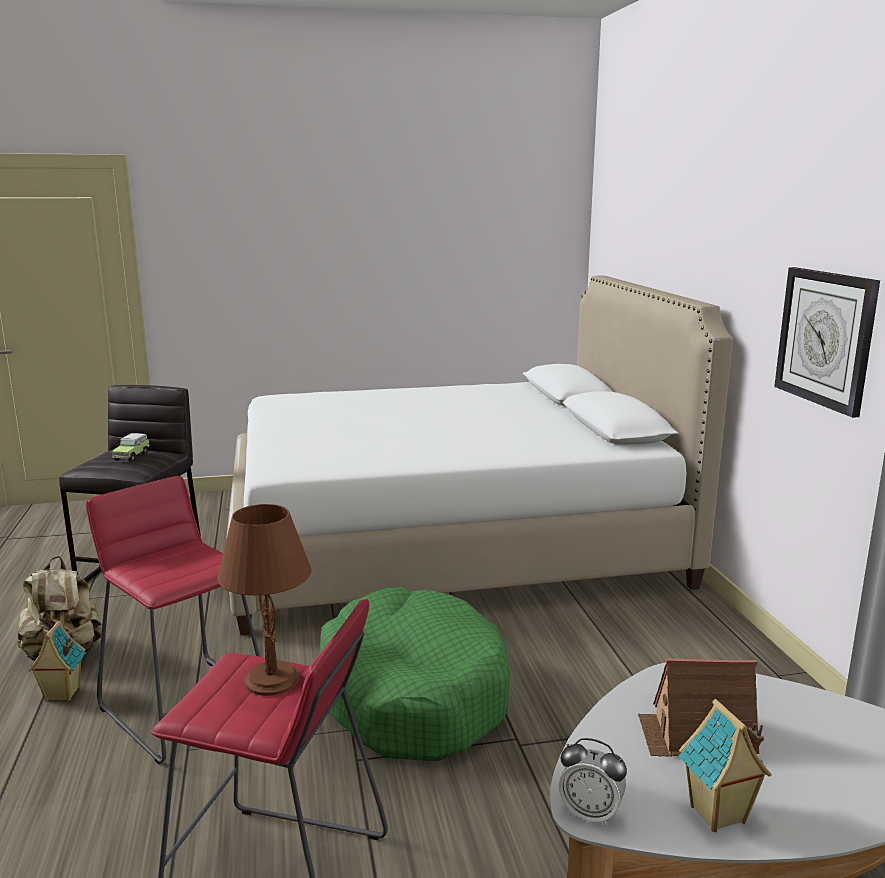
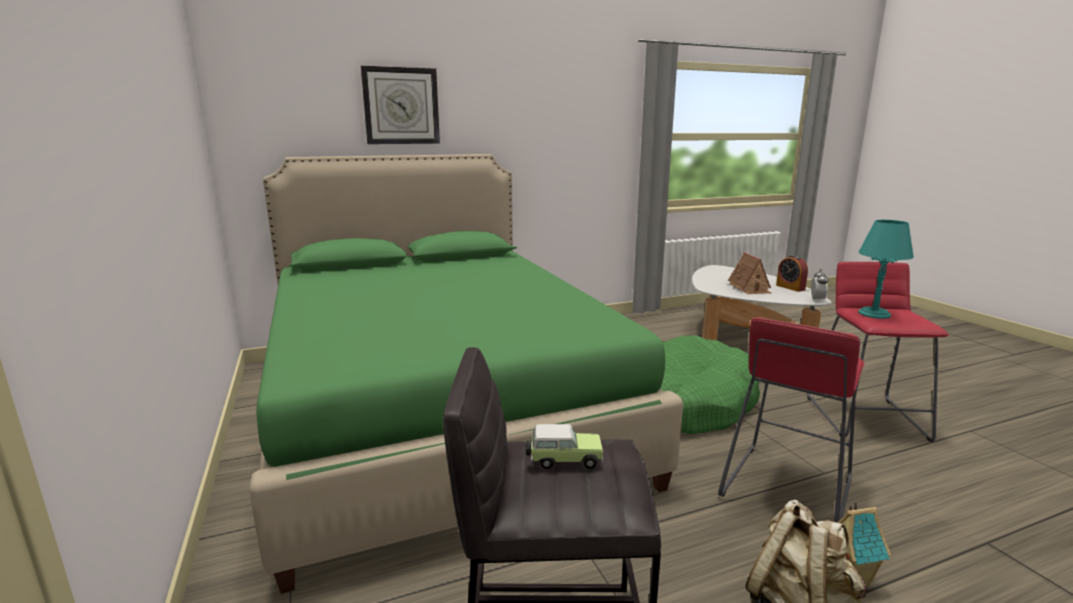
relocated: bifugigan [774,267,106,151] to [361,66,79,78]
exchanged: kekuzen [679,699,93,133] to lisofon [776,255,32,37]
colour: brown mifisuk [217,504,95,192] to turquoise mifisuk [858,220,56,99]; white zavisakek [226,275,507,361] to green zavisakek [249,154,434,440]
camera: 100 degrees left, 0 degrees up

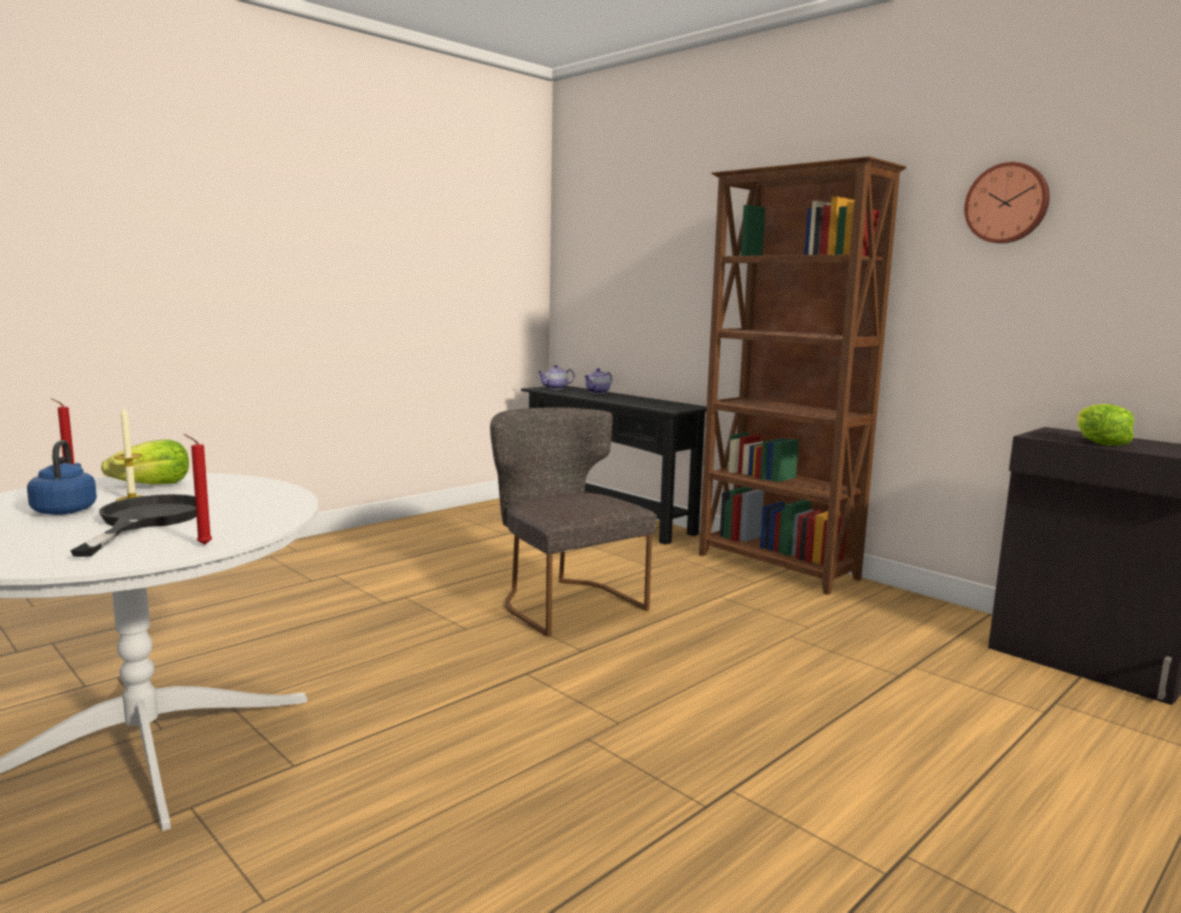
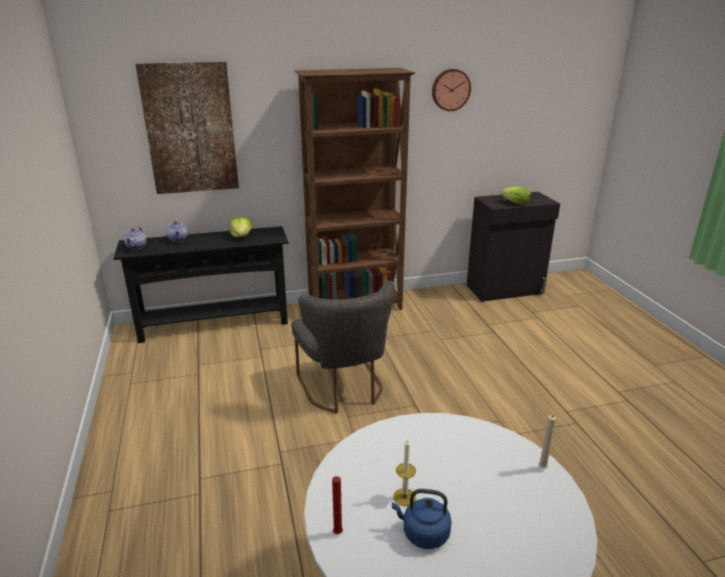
missing: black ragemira [70,494,127,63]
appeared: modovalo [136,62,103,132]
relocated: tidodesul [101,439,88,45] to [230,216,22,21]
colour: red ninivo [183,434,29,111] to beige ninivo [539,415,17,54]
spun: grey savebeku [490,407,167,230] = [291,280,104,134] 105 degrees counterclockwise
camera: 60 degrees left, 15 degrees up

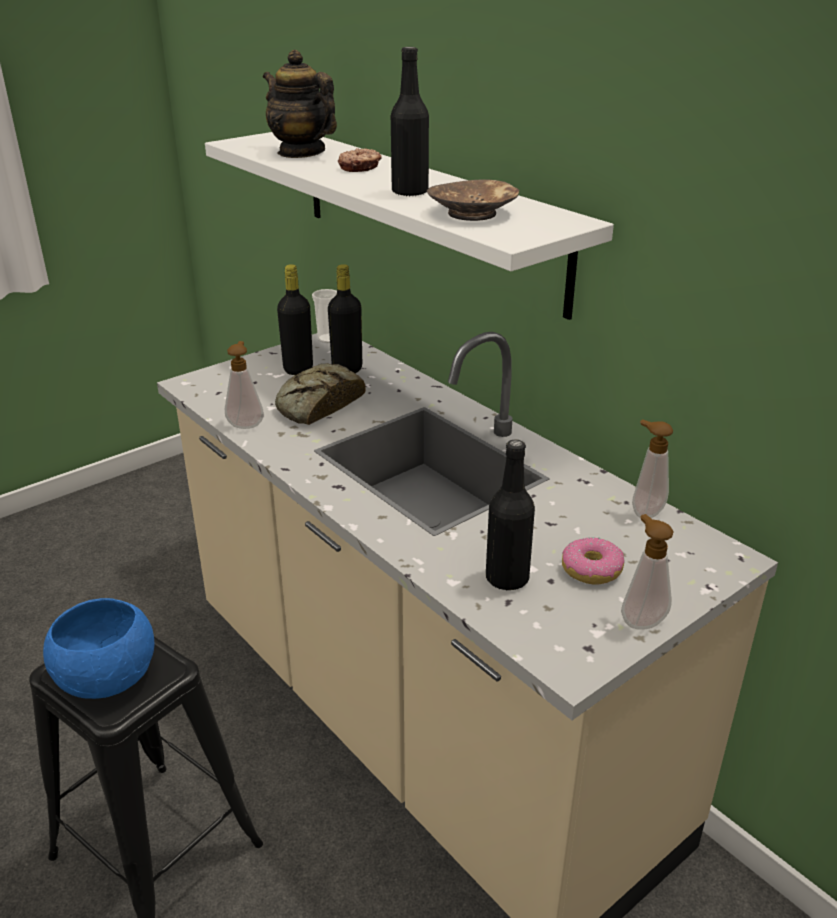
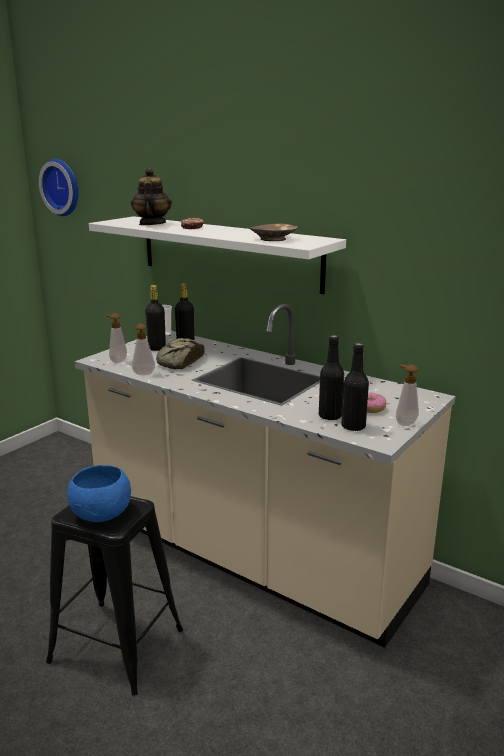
appeared: bifugigan [39,159,40,57]
relocated: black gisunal [391,47,38,150] to [341,343,28,89]; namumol [632,420,41,98] to [106,313,21,50]
spun: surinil [263,50,74,108] = [131,168,41,57] 60 degrees clockwise
camera: 15 degrees left, 10 degrees down

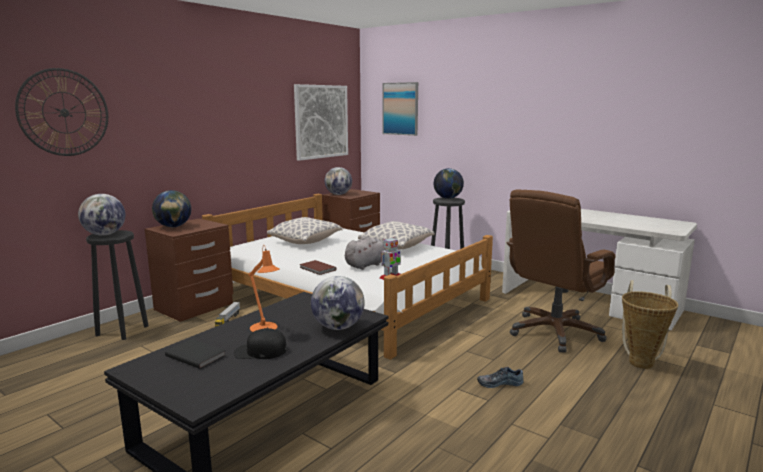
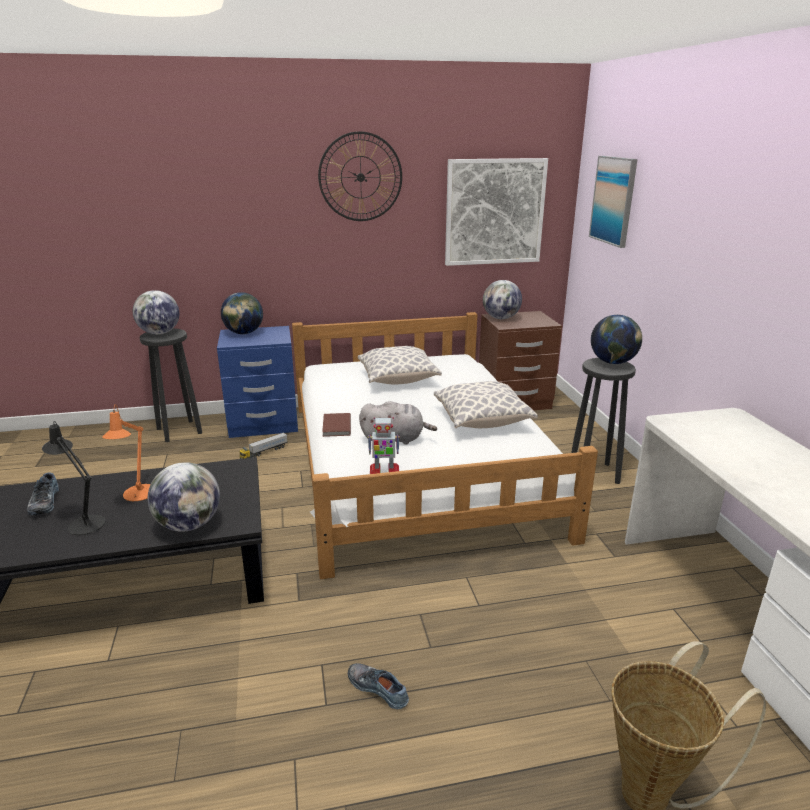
missing: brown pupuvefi [507,189,109,164]
relocated: bifugigan [15,68,93,88] to [318,131,84,90]
exchanged: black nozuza [165,339,61,30] to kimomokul [27,473,32,42]; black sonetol [233,328,54,31] to black mifisuk [42,421,63,114]
colour: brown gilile [145,218,88,104] to blue gilile [217,326,81,112]
camera: 40 degrees right, 10 degrees up

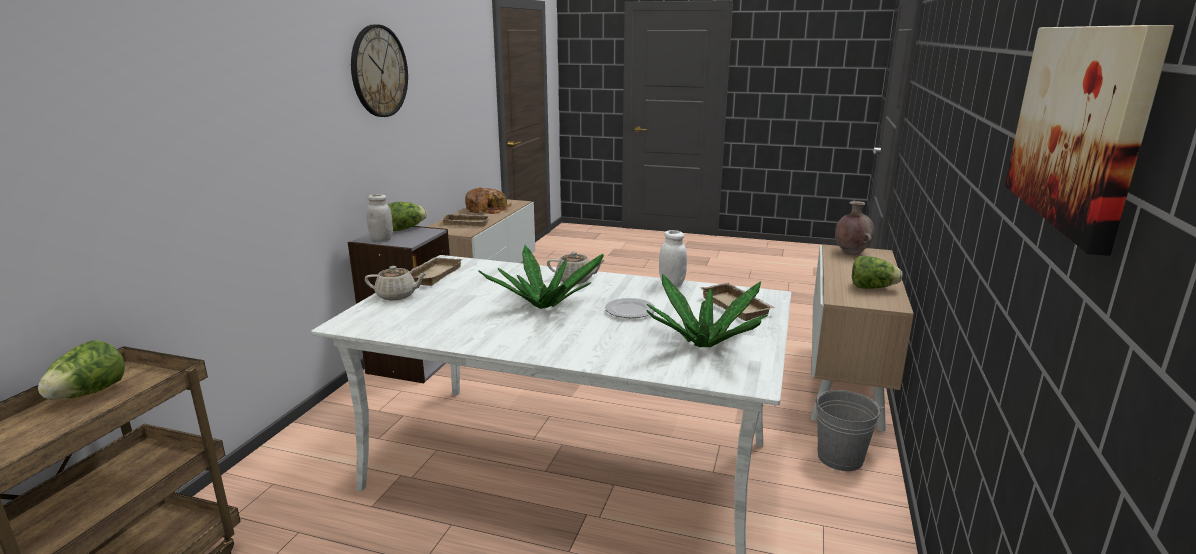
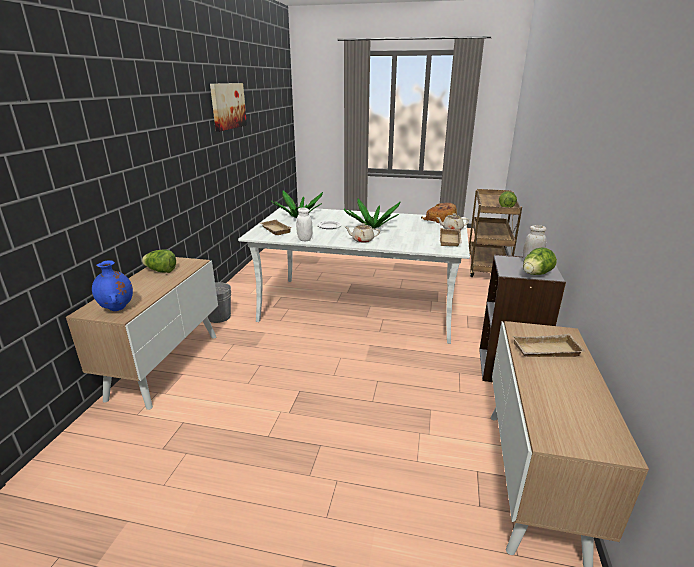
missing: bifugigan [351,24,57,93]
relocated: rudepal [465,188,47,26] to [421,203,36,21]
colour: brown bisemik [835,201,39,54] to blue bisemik [92,260,41,51]
camera: 175 degrees right, 5 degrees up

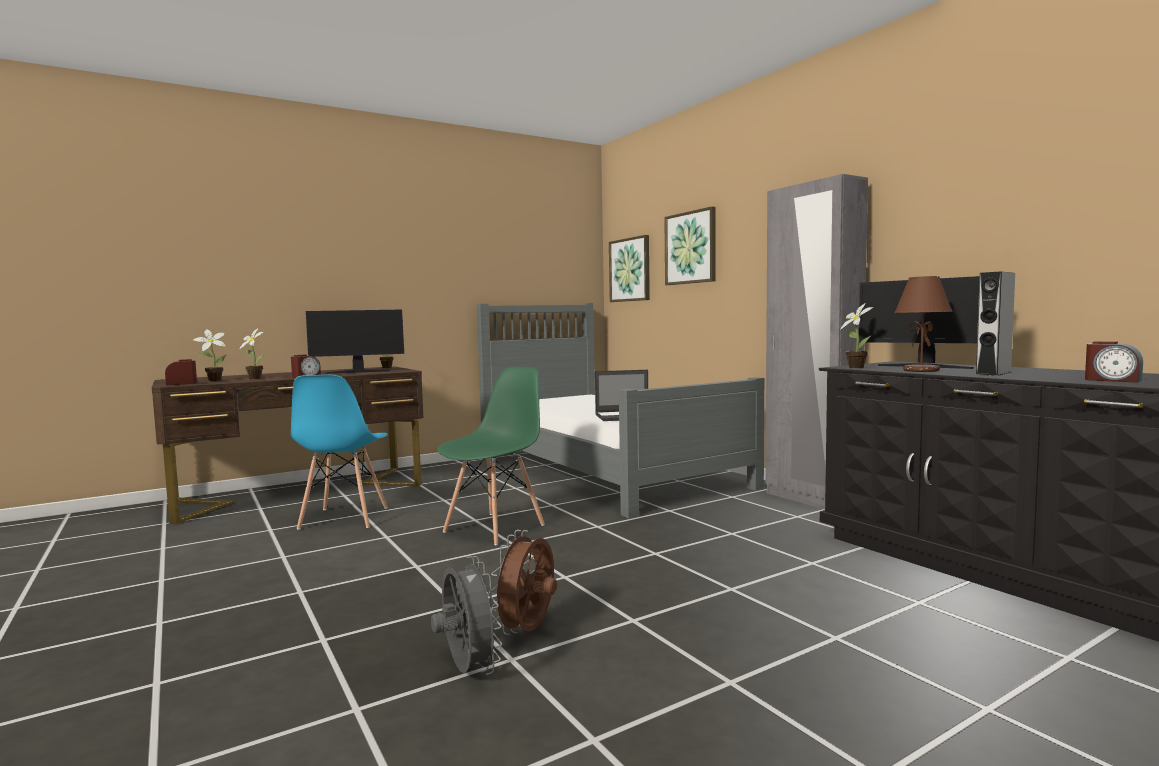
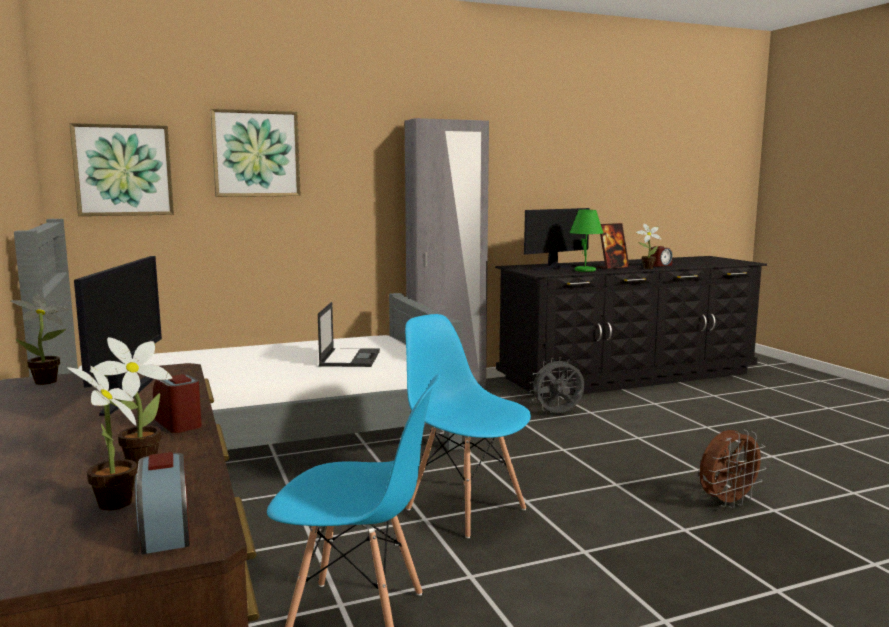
relocated: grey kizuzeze [431,556,71,119] to [529,357,55,56]; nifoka [840,303,33,65] to [636,224,25,45]
exchanged: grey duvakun [976,271,39,105] to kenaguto [597,223,32,46]
colour: green savebeku [437,367,108,178] to blue savebeku [405,314,126,224]; brown mifisuk [894,276,59,96] to green mifisuk [570,210,34,62]
spun: brown kizuzeze [489,530,68,105] = [700,430,67,78] 60 degrees counterclockwise
camera: 80 degrees left, 5 degrees up

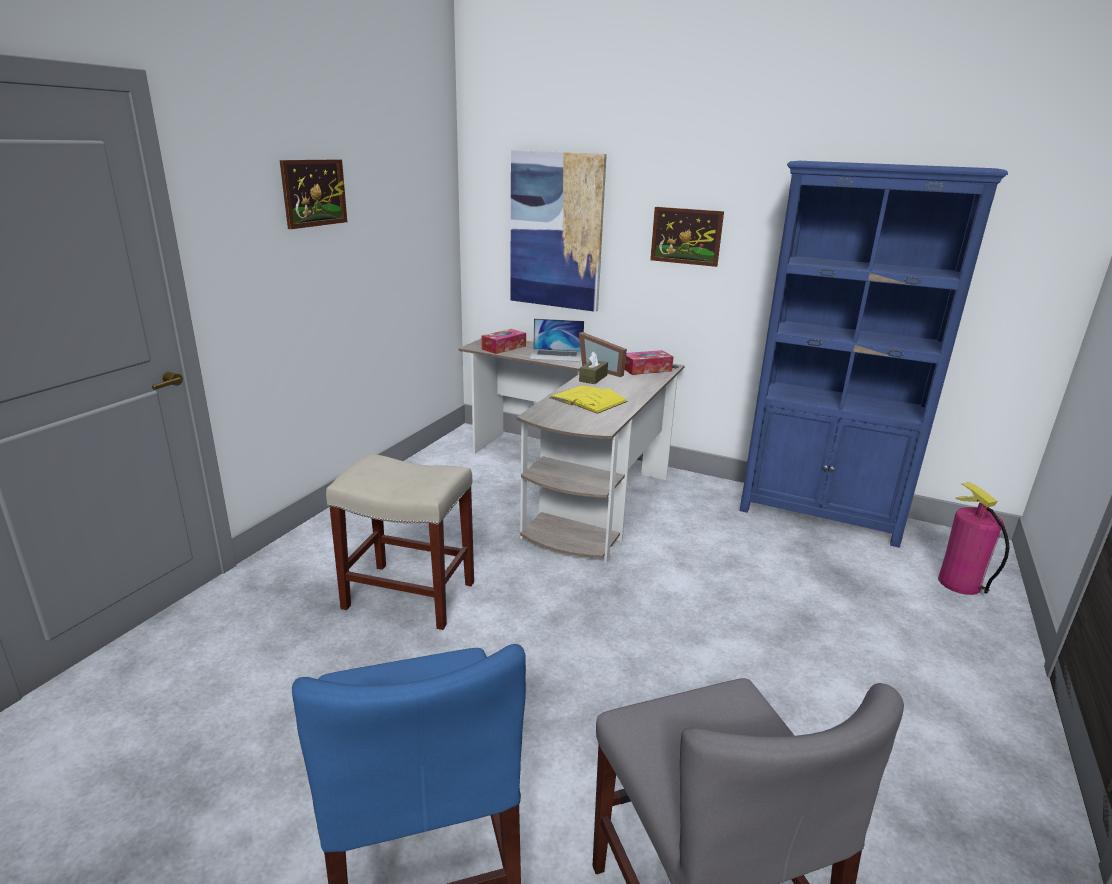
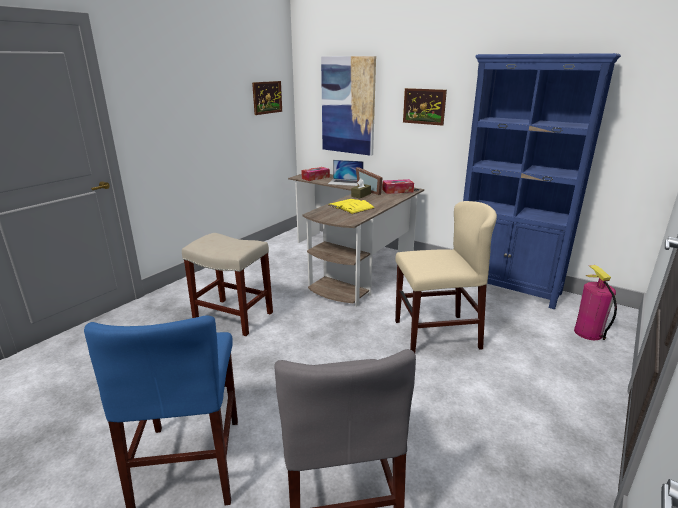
appeared: beige savebeku [395,201,102,152]
relocated: modovalo [280,159,67,70] to [252,81,30,34]
camera: 10 degrees right, 0 degrees up

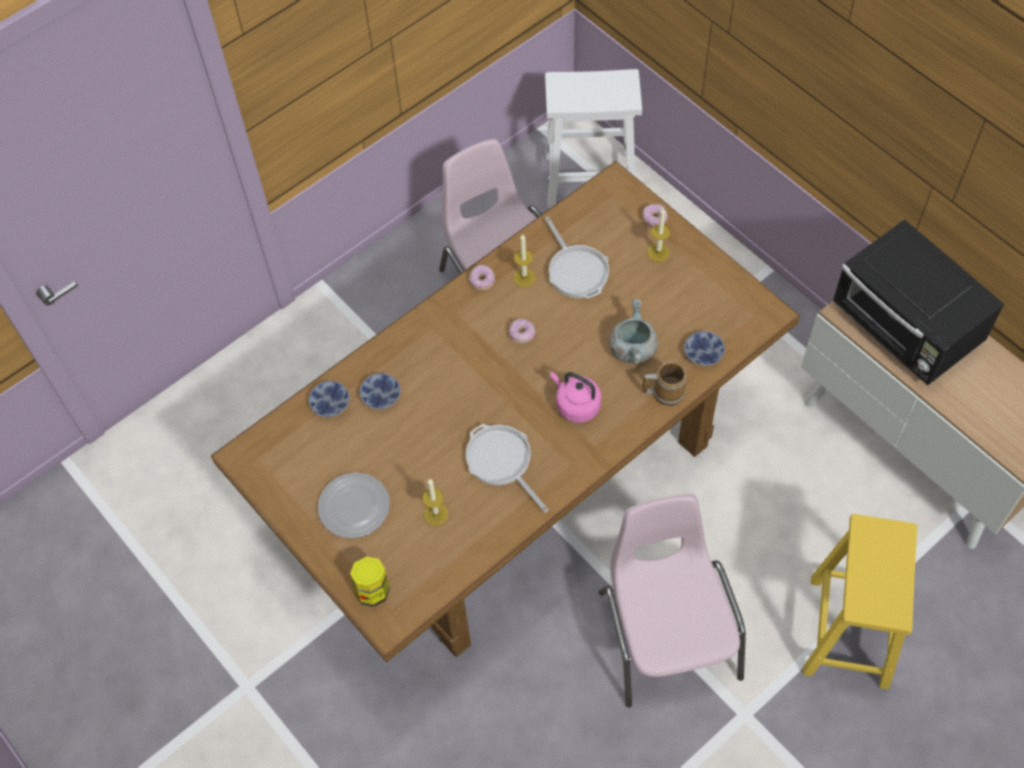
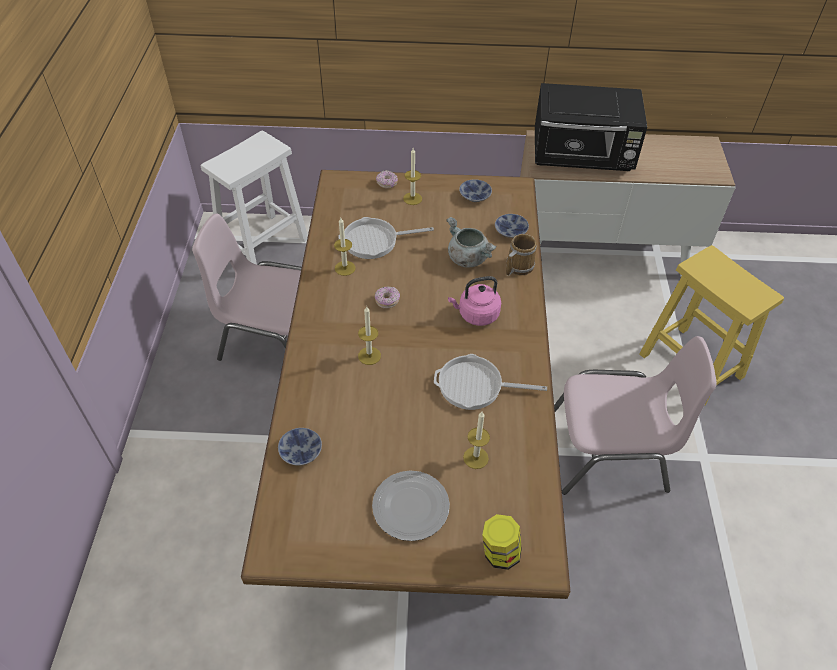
missing: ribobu [469,265,26,25]
appeared: ninivo [358,306,23,59]
relocated: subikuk [360,373,41,36] to [459,180,33,22]
spun: ragemira [545,217,64,81] = [338,217,96,42] 150 degrees clockwise; pink savebeku [598,494,148,214] = [554,336,163,159] 150 degrees clockwise
camera: 50 degrees left, 10 degrees down

